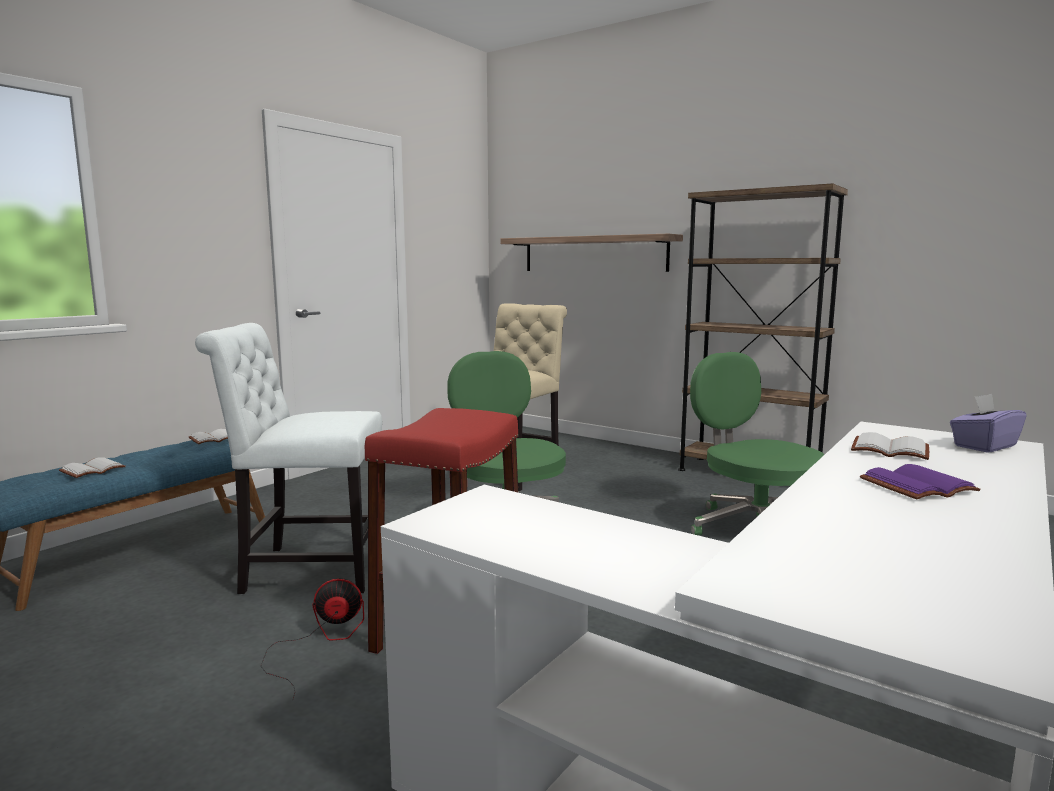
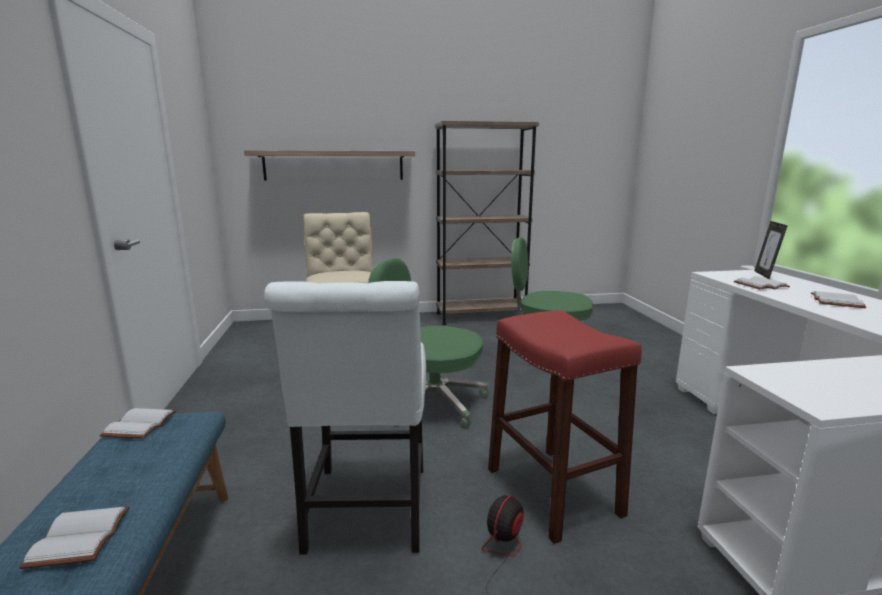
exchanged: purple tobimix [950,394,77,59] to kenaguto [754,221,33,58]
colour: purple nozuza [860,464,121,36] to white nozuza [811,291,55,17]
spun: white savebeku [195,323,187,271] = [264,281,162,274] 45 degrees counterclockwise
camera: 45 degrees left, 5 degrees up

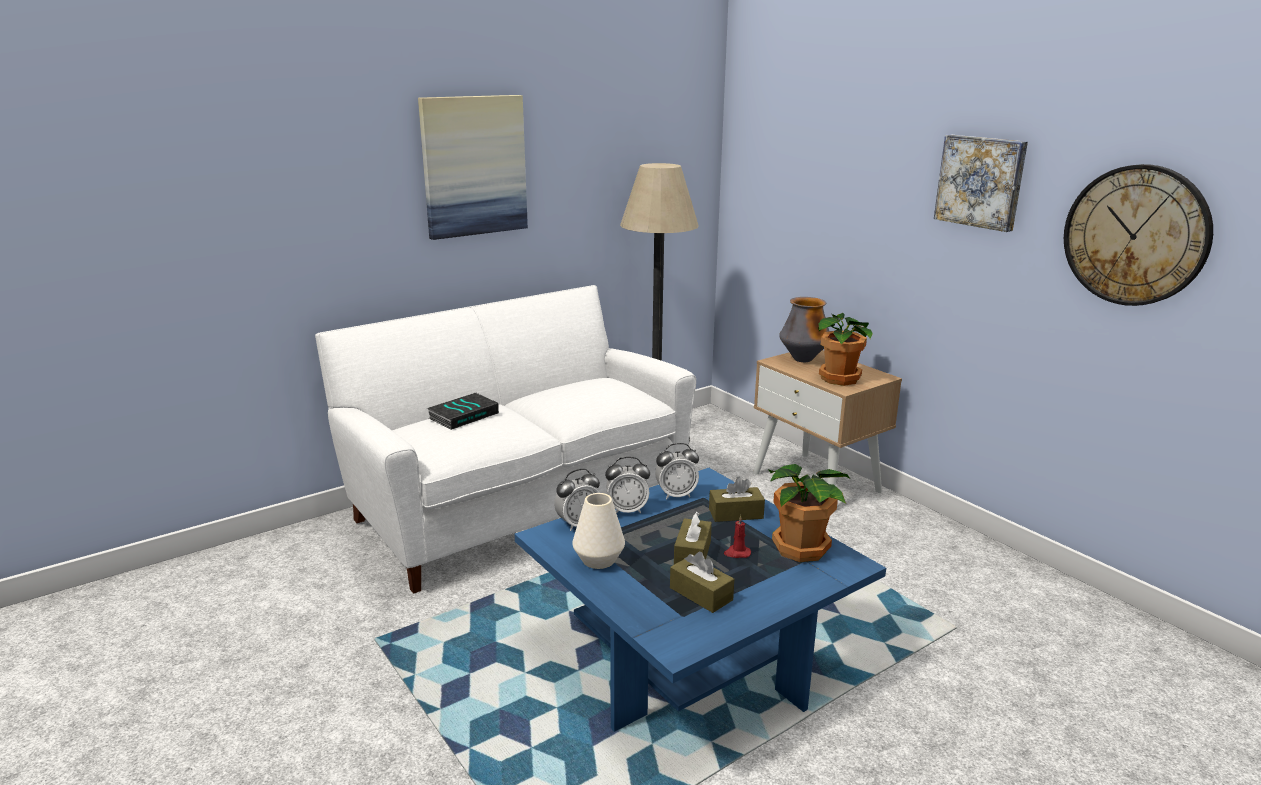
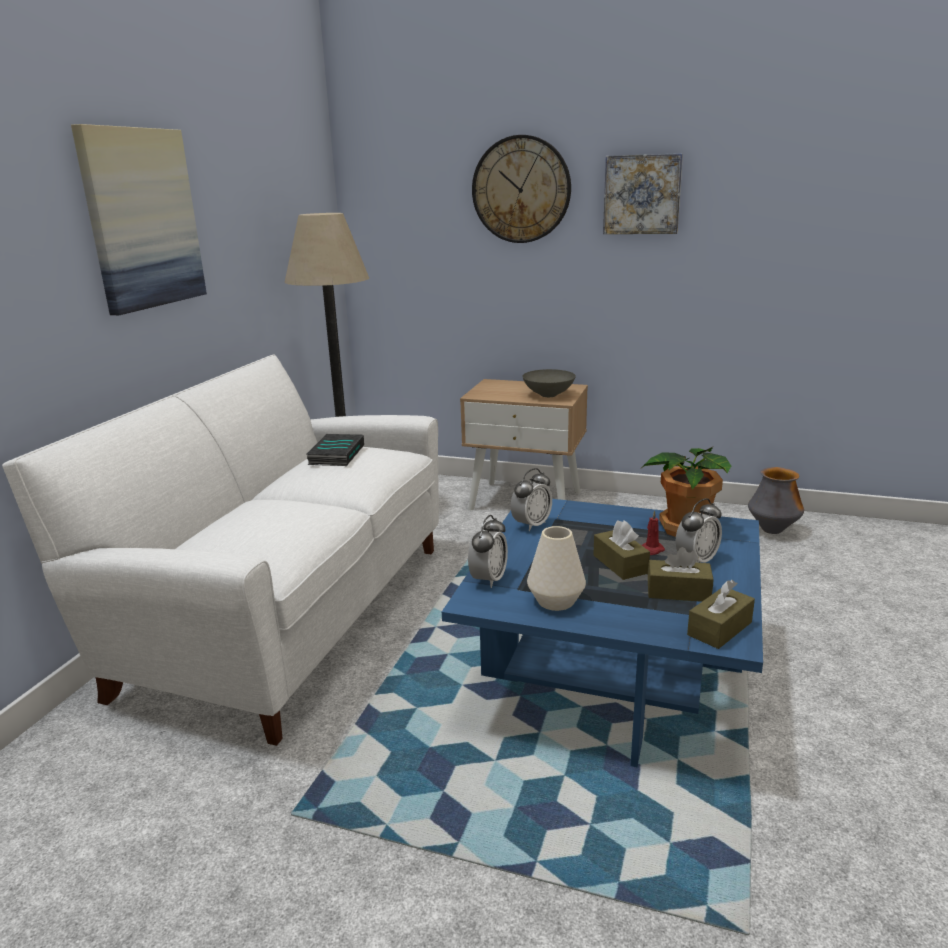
relocated: nozuza [427,393,72,37] to [306,434,58,32]; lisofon [605,457,45,57] to [675,498,47,65]; brown tobimix [709,477,56,45] to [687,580,68,69]; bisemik [779,297,51,65] to [748,467,56,67]; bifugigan [1064,164,149,142] to [472,135,99,108]
exchanged: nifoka [818,313,55,73] to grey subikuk [522,369,54,28]
camera: 35 degrees left, 0 degrees up

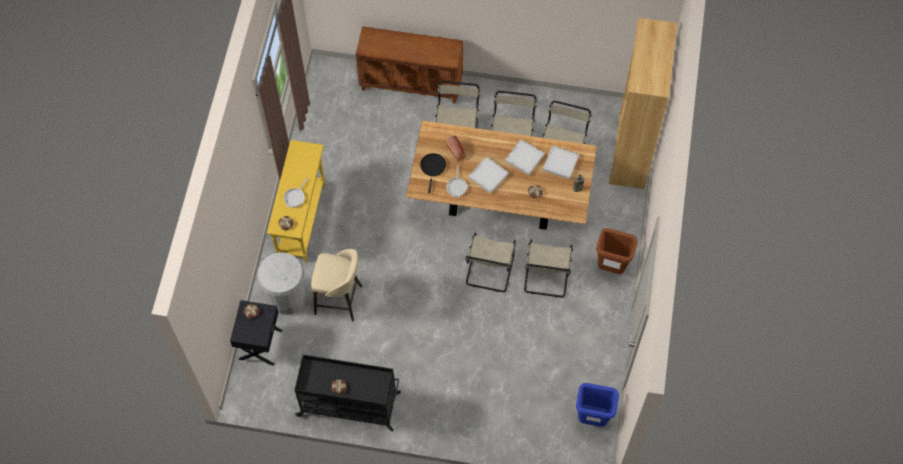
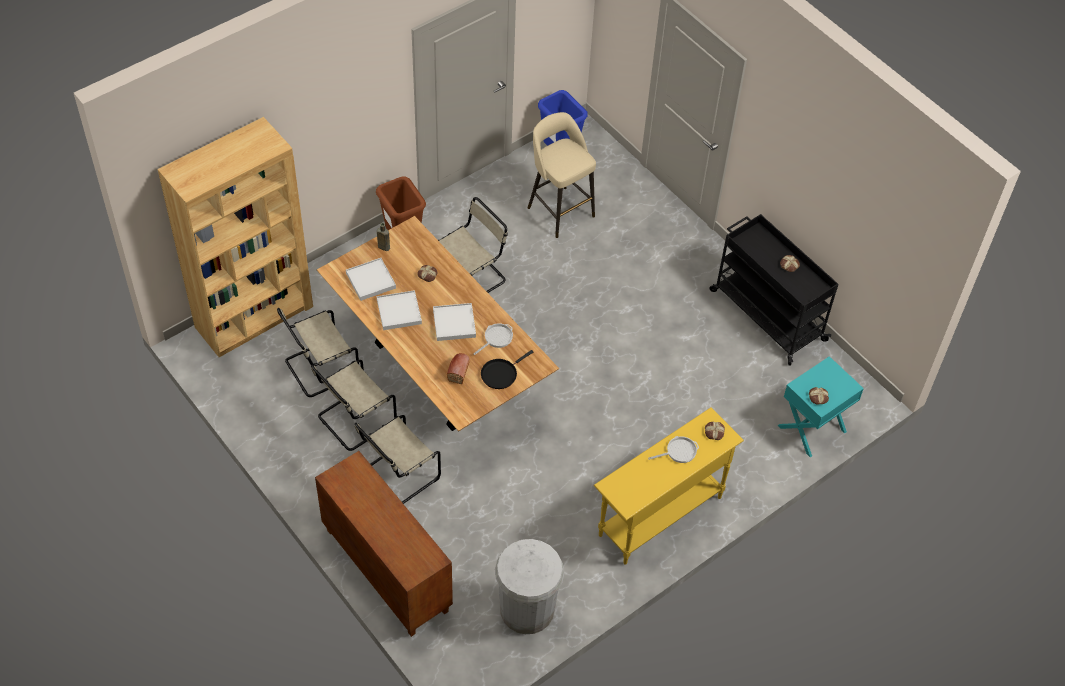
missing: beige savebeku [465,232,51,60]
relocated: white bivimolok [257,252,49,63] to [495,539,69,95]; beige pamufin [311,249,51,72] to [527,112,69,126]
colour: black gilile [230,300,52,65] to turquoise gilile [778,356,86,102]
camera: 140 degrees left, 10 degrees down

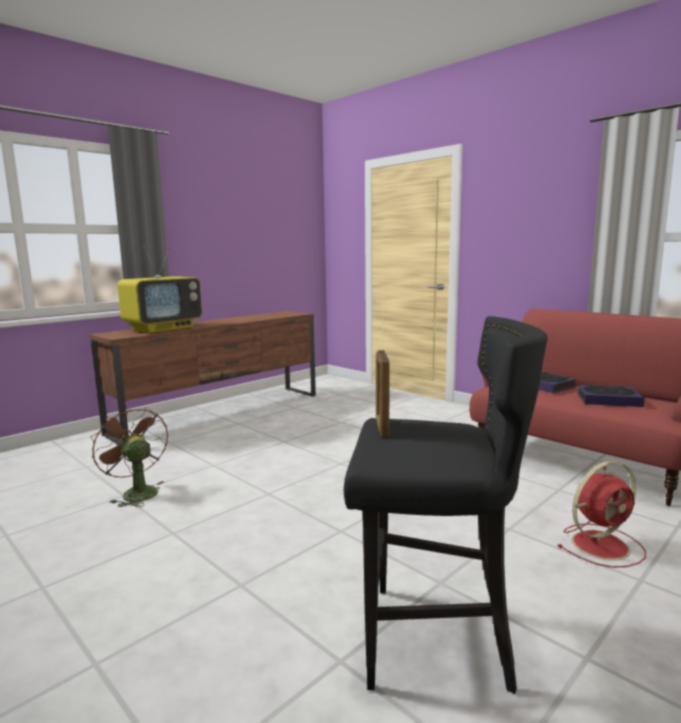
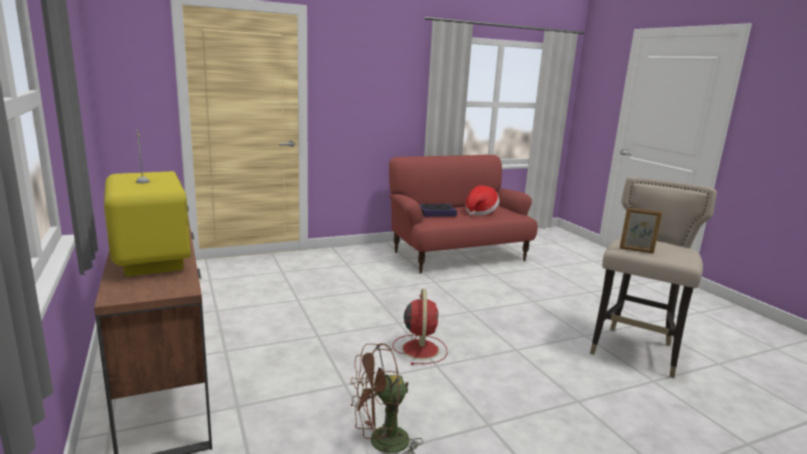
relocated: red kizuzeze [558,461,88,107] to [393,289,55,76]
exchanged: nozuza [577,384,67,23] to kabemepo [465,185,34,31]
colour: black pamufin [344,316,204,378] to beige pamufin [590,177,127,201]
camera: 70 degrees left, 5 degrees up

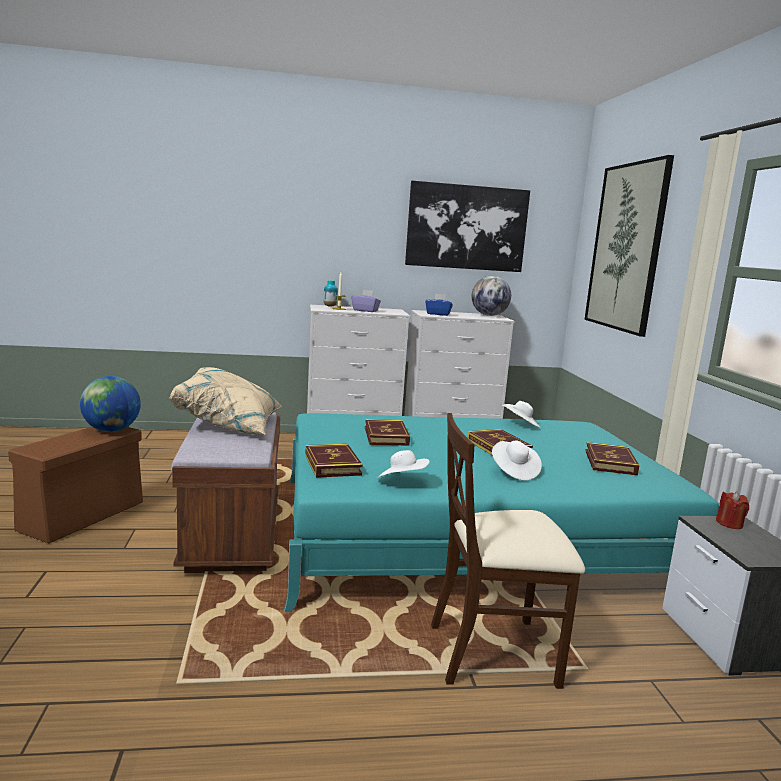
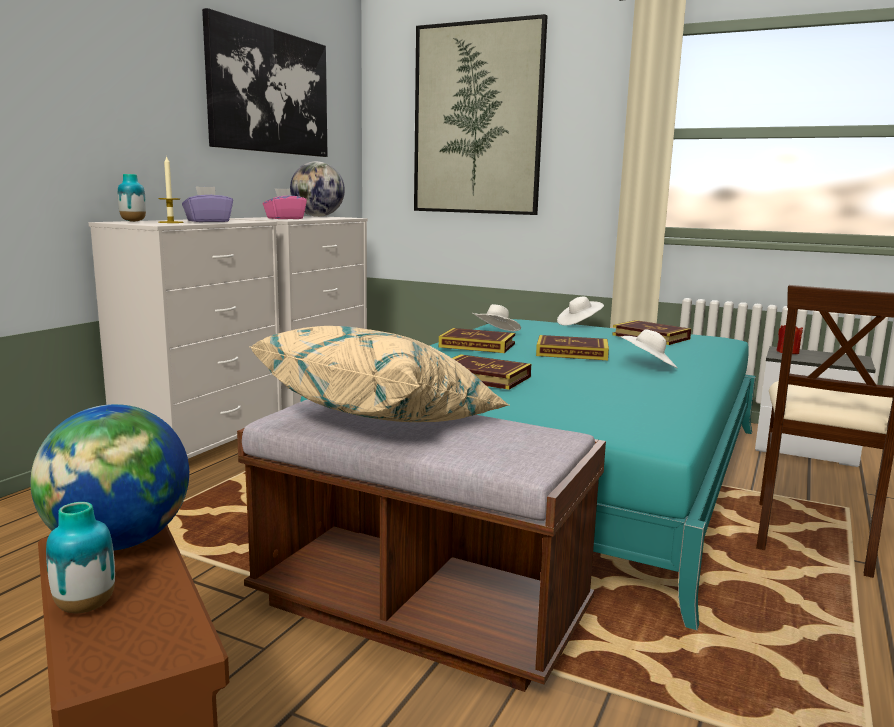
appeared: bisemik [46,502,69,111]
relocated: nozuza [305,444,58,34] to [439,328,76,25]; white kabemepo [377,450,53,28] to [557,297,47,29]
colour: blue tobimix [425,294,28,22] to pink tobimix [263,188,44,31]
camera: 55 degrees left, 0 degrees up

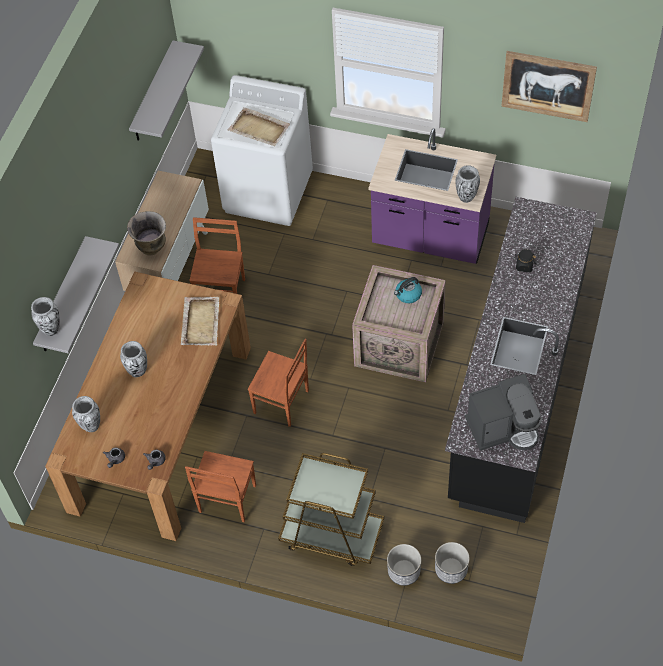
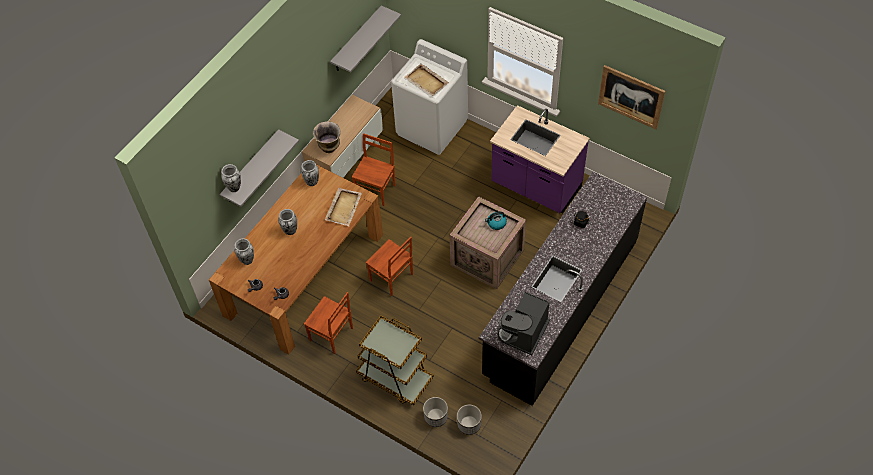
relocated: bisemik [455,165,25,38] to [301,160,18,26]
spun: brown savebeku [185,451,71,71] = [304,292,49,62] 90 degrees counterclockwise; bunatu [465,374,77,77] = [498,292,52,63] 120 degrees clockwise
camera: 15 degrees right, 0 degrees up

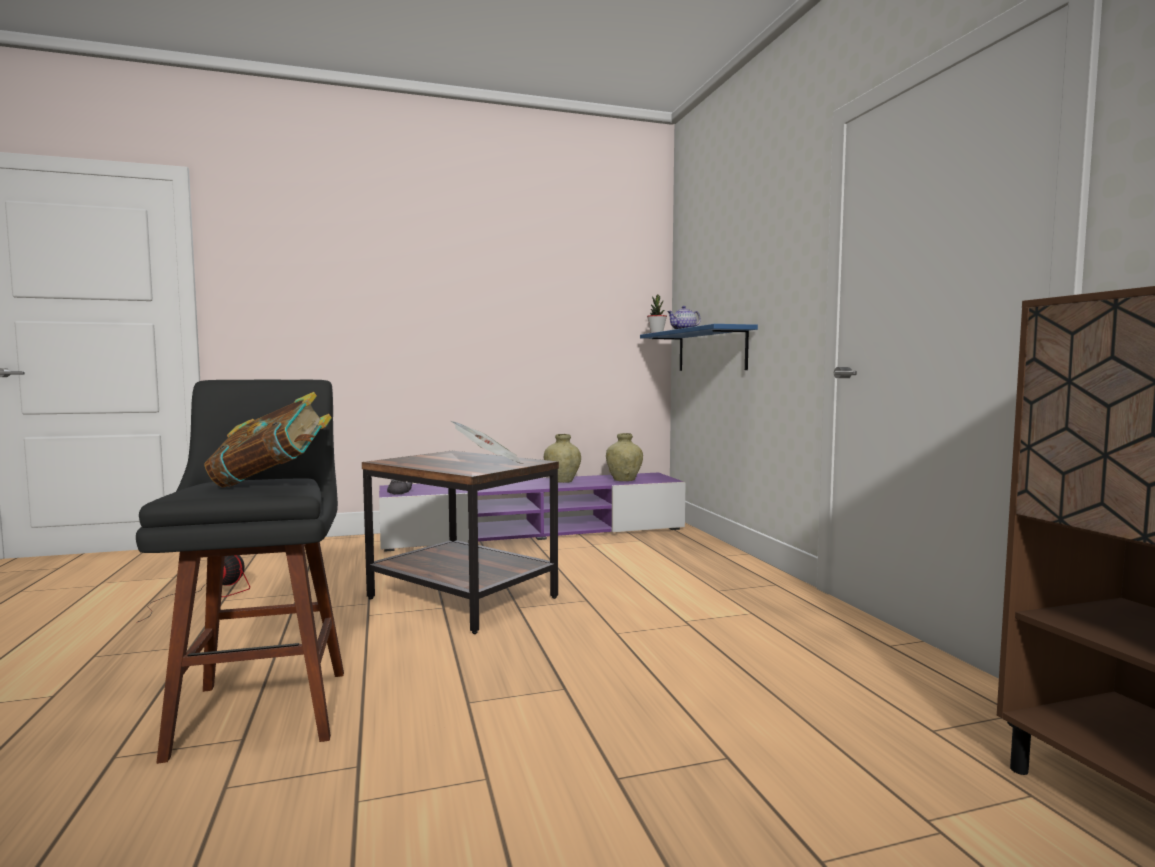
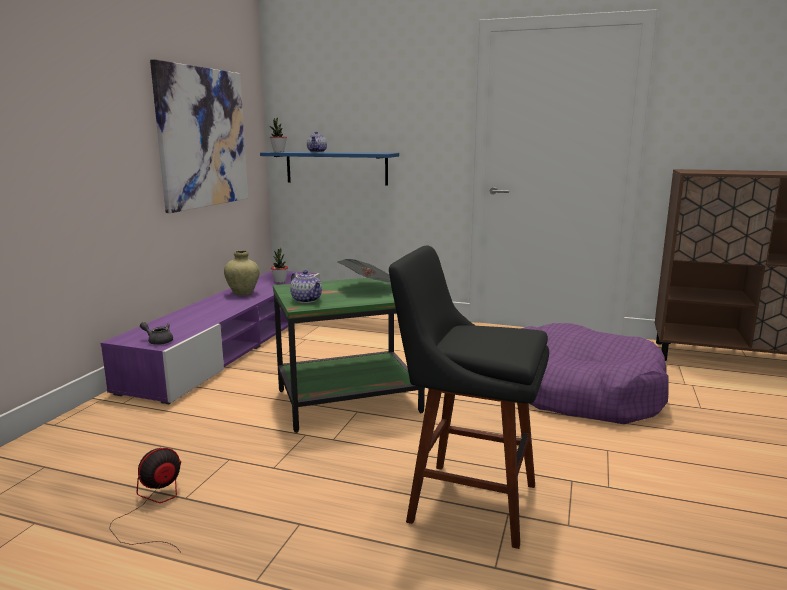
missing: nozuza [204,392,128,96]
appeared: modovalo [150,59,98,154]; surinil [290,270,32,33]; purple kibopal [521,323,147,101]
exchanged: beige bisemik [606,433,37,48] to nifoka [271,248,17,35]
colour: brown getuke [362,451,197,183] to green getuke [273,278,152,155]
camera: 55 degrees left, 10 degrees up

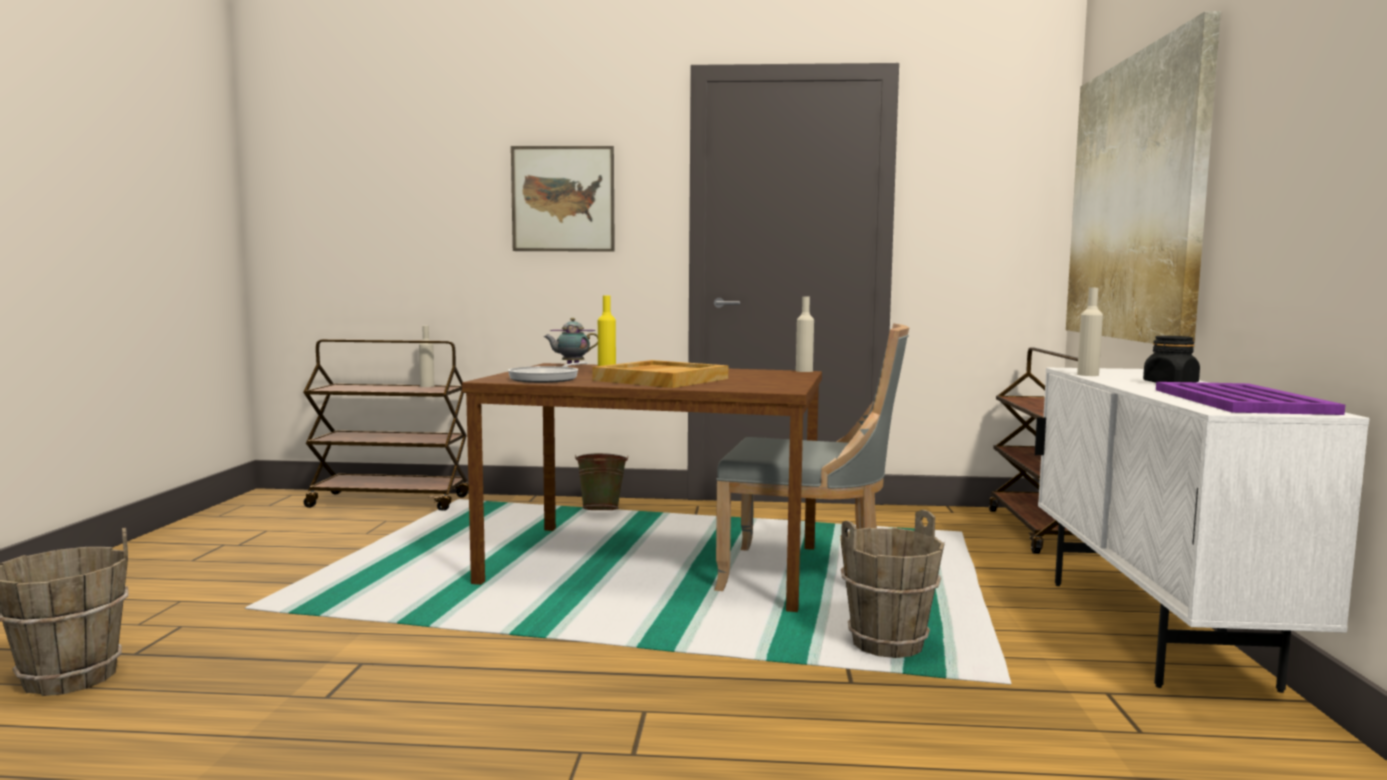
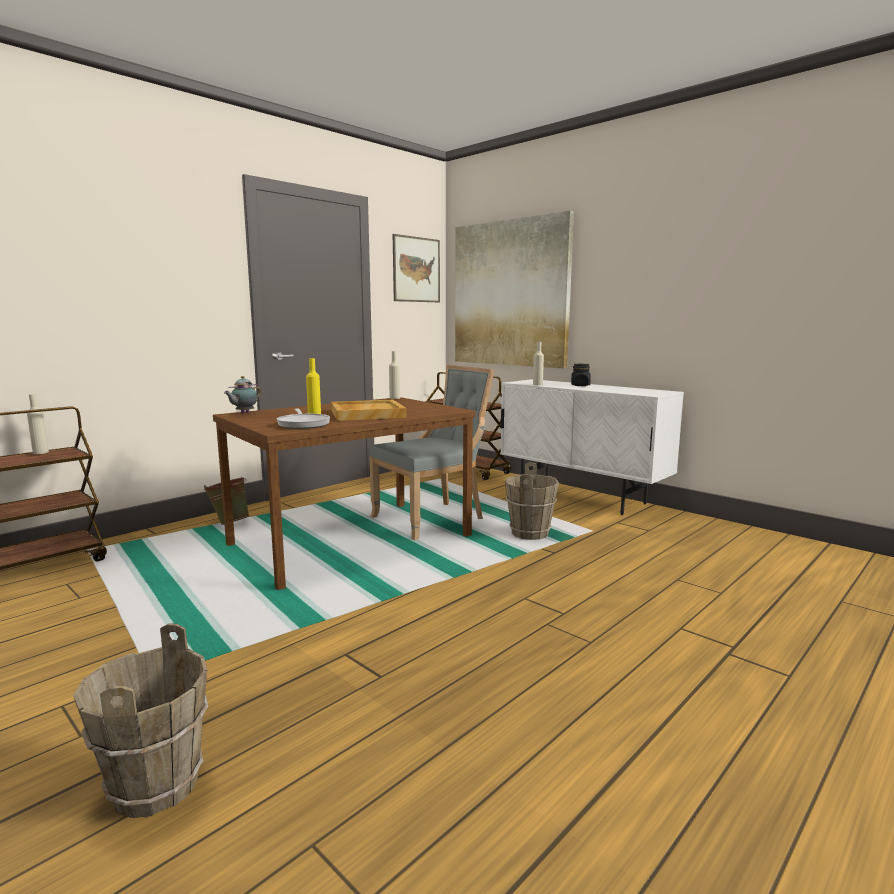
missing: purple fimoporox [1156,382,189,33]
relocated: modovalo [511,146,104,106] to [393,234,47,68]
camera: 50 degrees left, 5 degrees up

